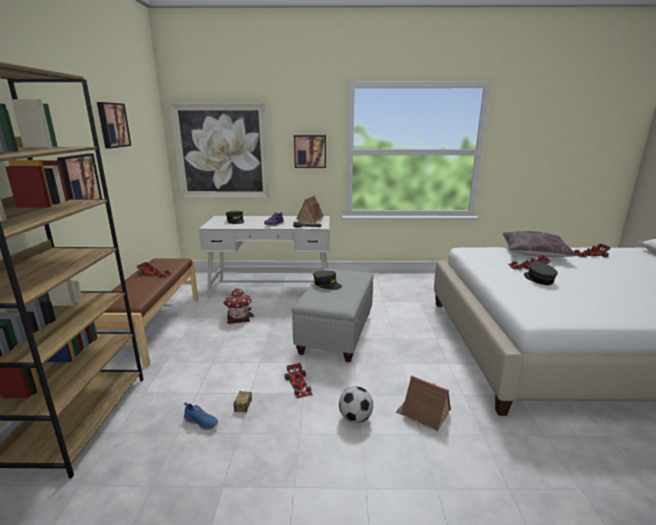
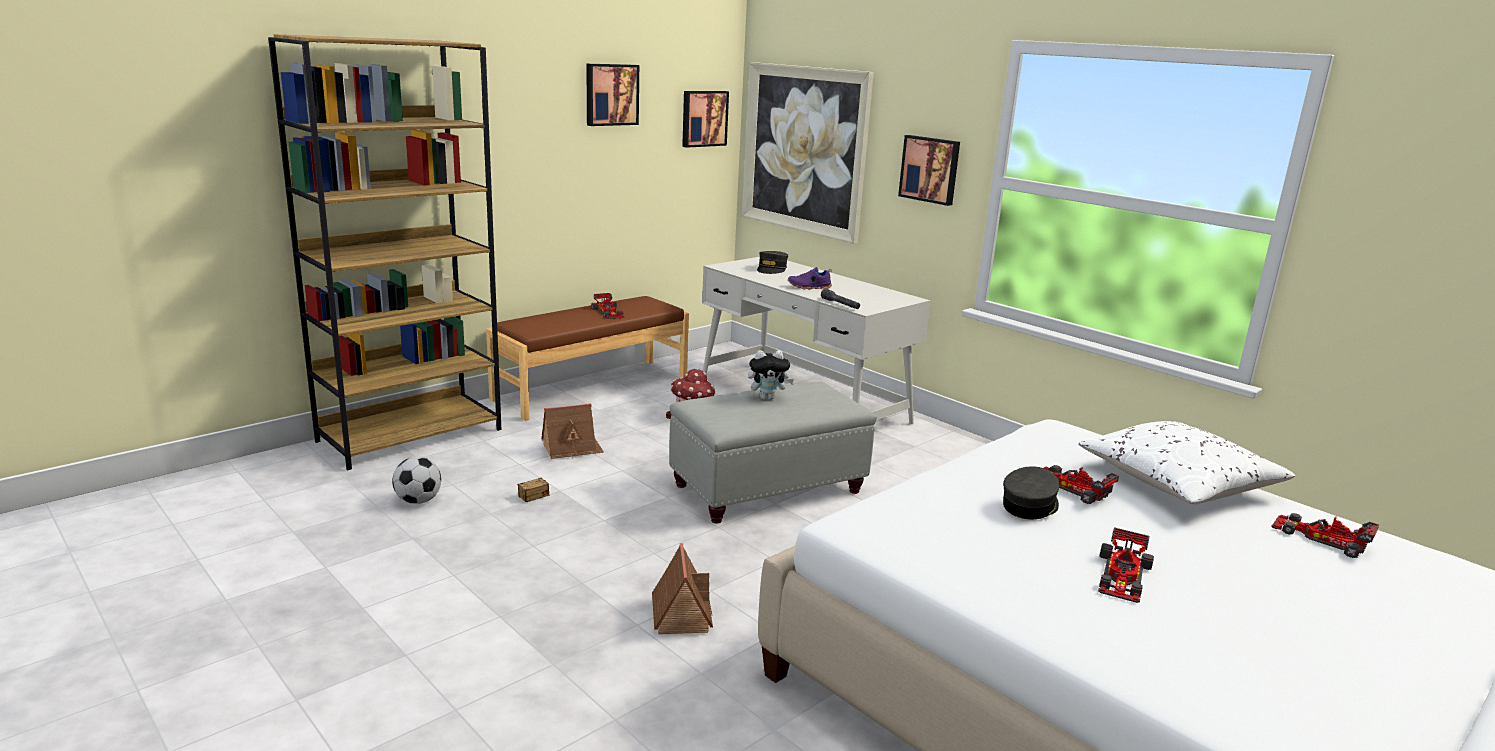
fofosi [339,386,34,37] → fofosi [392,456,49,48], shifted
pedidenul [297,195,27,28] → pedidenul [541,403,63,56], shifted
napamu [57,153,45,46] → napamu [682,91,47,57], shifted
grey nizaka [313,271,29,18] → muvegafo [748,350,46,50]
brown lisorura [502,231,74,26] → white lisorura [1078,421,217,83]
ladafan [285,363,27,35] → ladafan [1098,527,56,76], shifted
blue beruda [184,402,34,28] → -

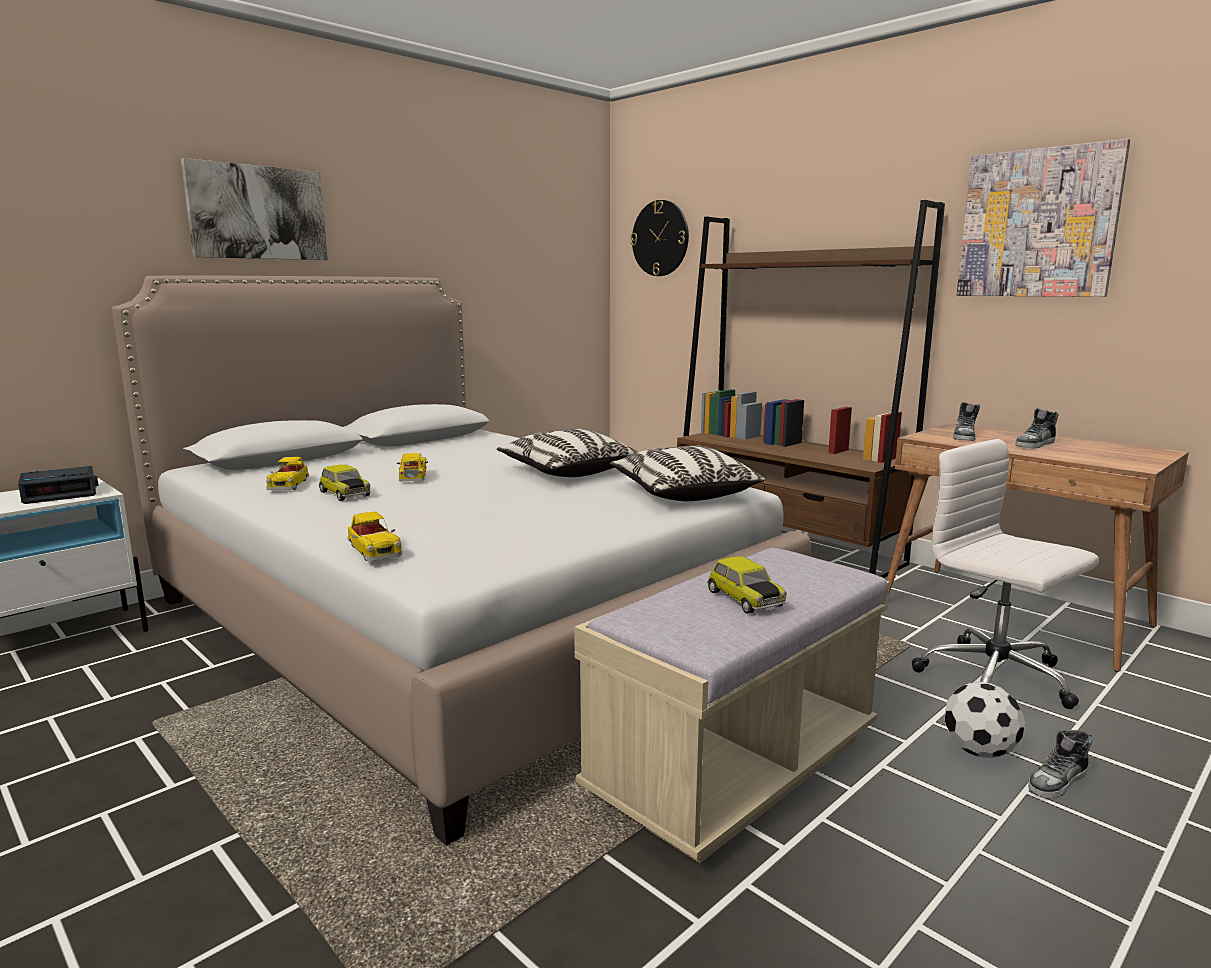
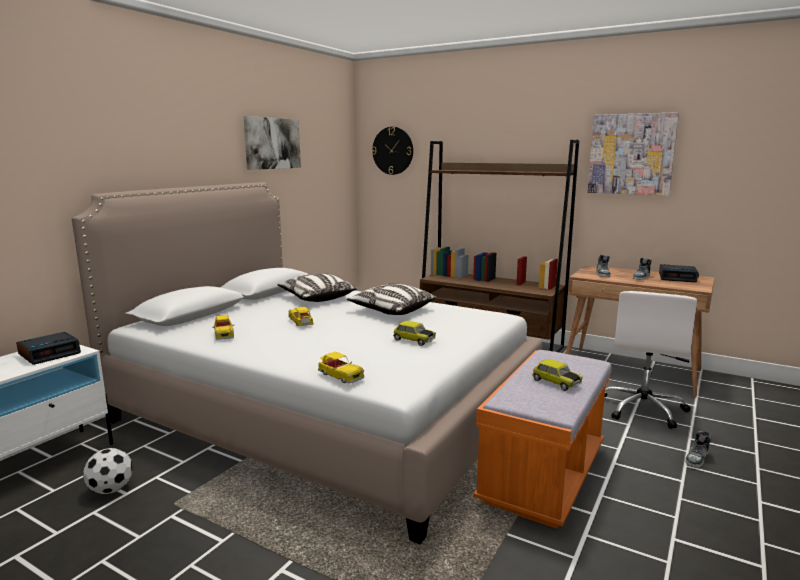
fofosi [944,682,81,76] → fofosi [83,448,50,46], shifted
napamu [181,158,147,102] → napamu [244,116,57,54], shifted
lisorura [610,445,155,56] → lisorura [278,273,80,29], shifted
ladafan [319,464,52,37] → ladafan [393,321,43,25], shifted
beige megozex [574,548,316,315] → orange megozex [473,350,139,179]
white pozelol [912,439,187,270] → white pozelol [605,291,92,138], 105 degrees counterclockwise
- → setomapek [659,264,40,18]

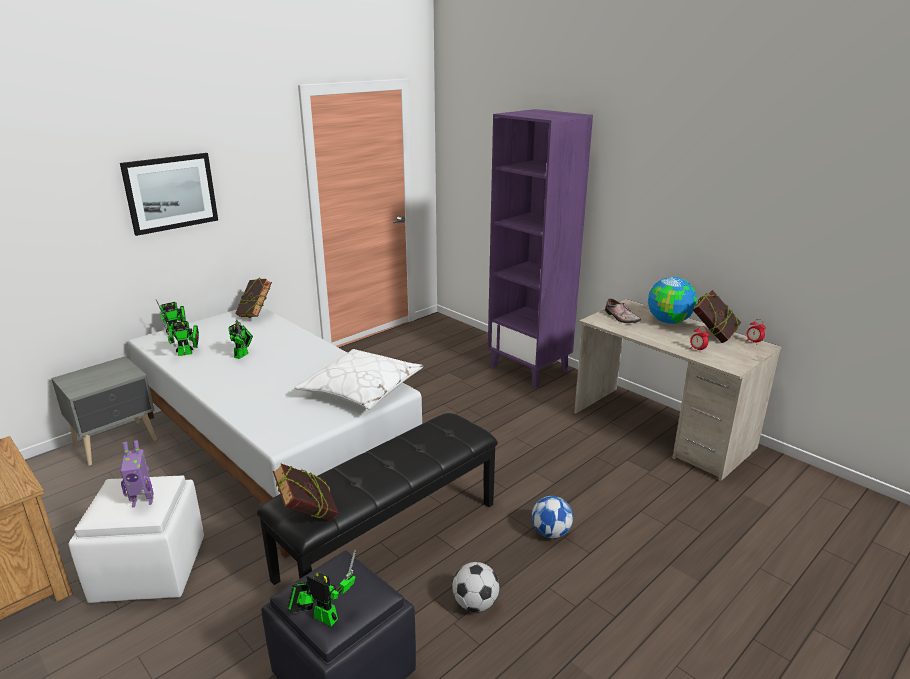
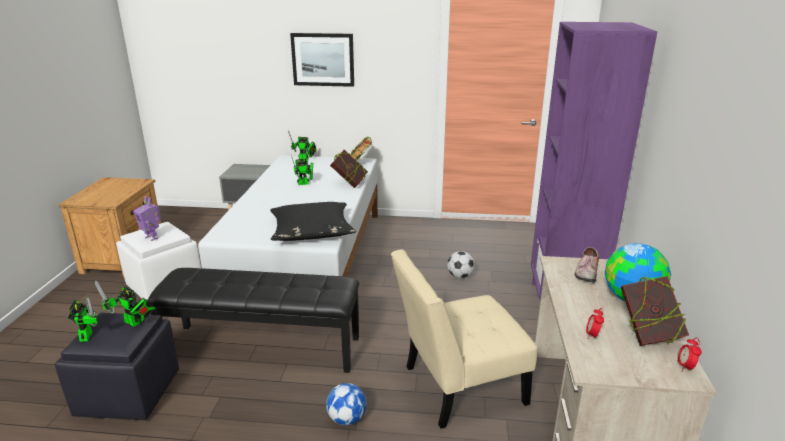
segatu [161,318,38,38] → segatu [95,281,61,46], shifted
white lisorura [294,349,130,60] → black lisorura [270,202,86,39]
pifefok [273,464,65,56] → pifefok [330,150,38,38], shifted
- → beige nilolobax [391,249,146,180]
fofosi [452,562,47,50] → fofosi [447,251,28,28], shifted

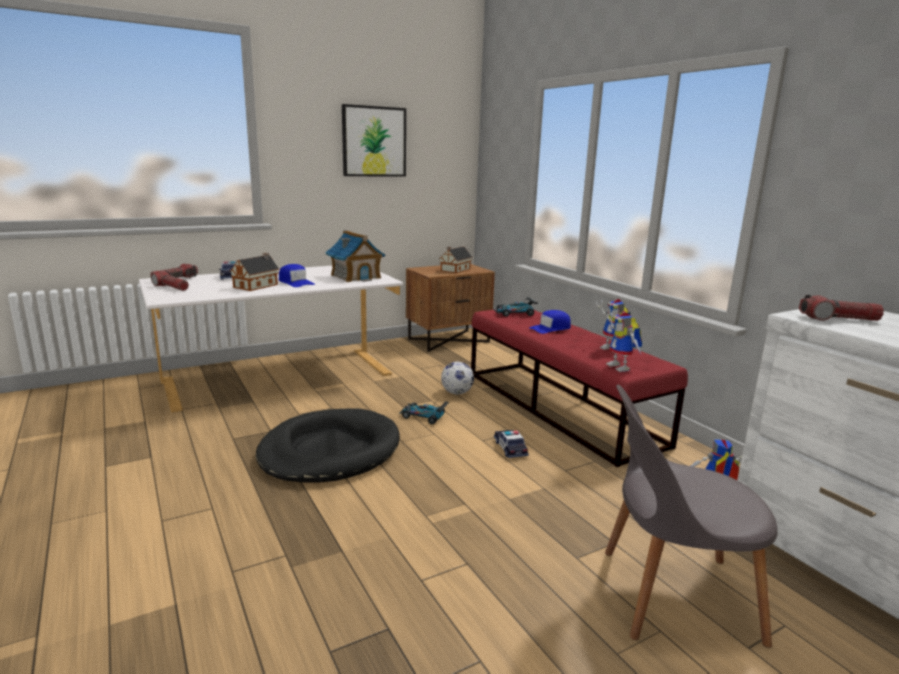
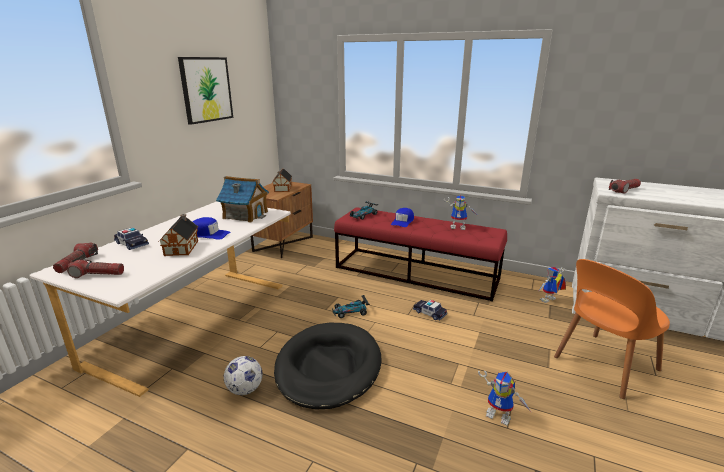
fofosi [441,362,33,33] → fofosi [224,356,39,39], shifted
segatu [606,312,36,60] → segatu [478,371,52,55], shifted
grey nilolobax [605,384,173,264] → orange nilolobax [554,259,116,140]

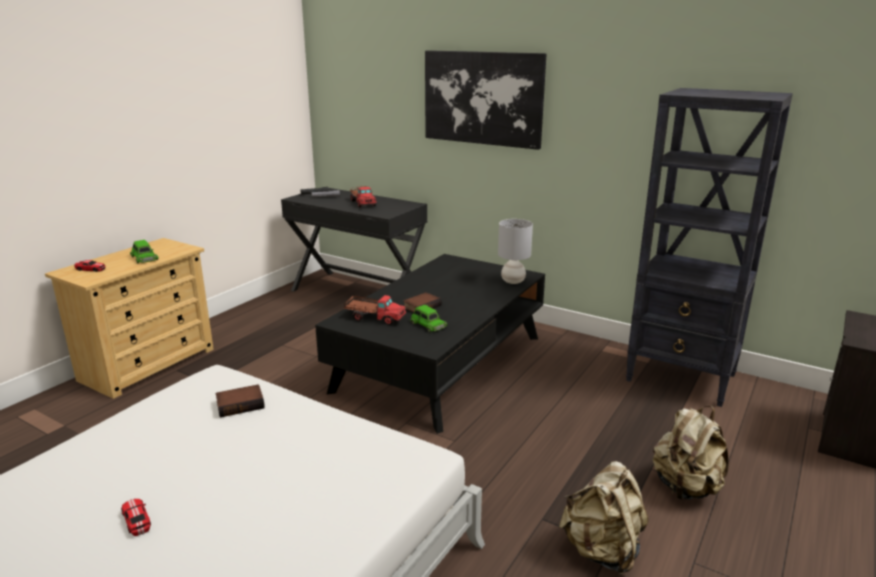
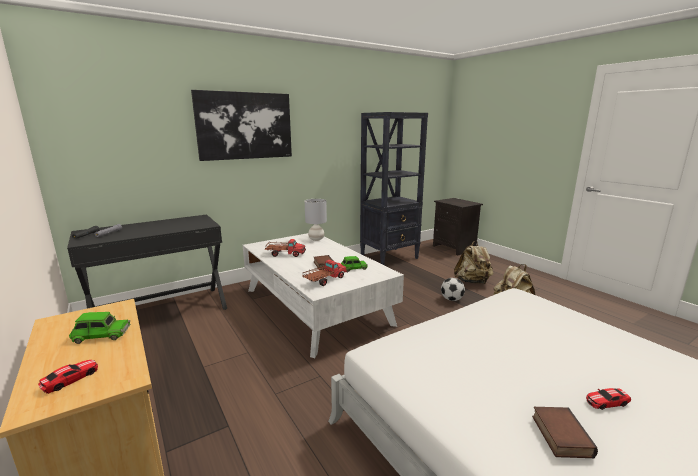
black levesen [315,254,230,180] → white levesen [243,233,161,125]
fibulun [350,186,27,21] → fibulun [265,239,41,18], shifted
- → fofosi [441,278,24,23]
pifefok [216,384,49,34] → pifefok [532,407,66,51], shifted

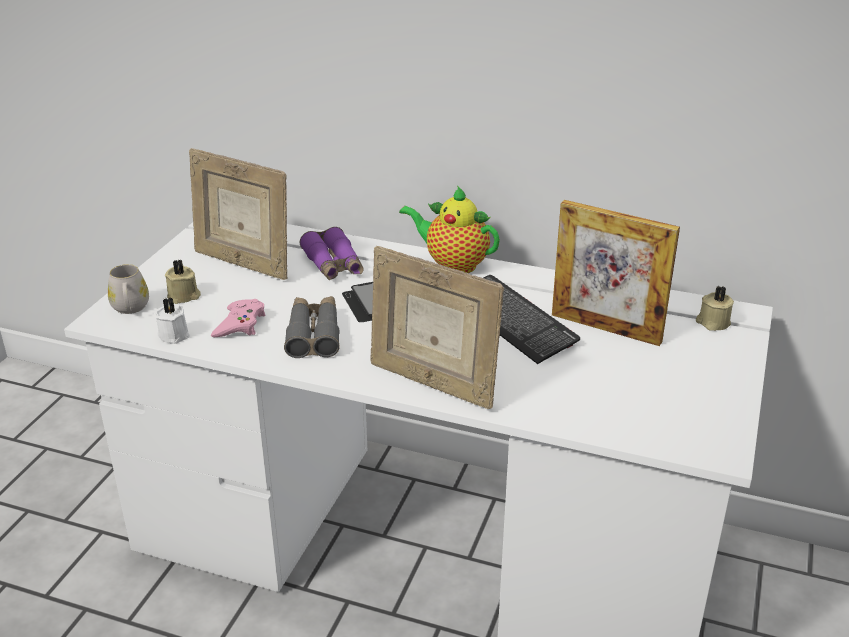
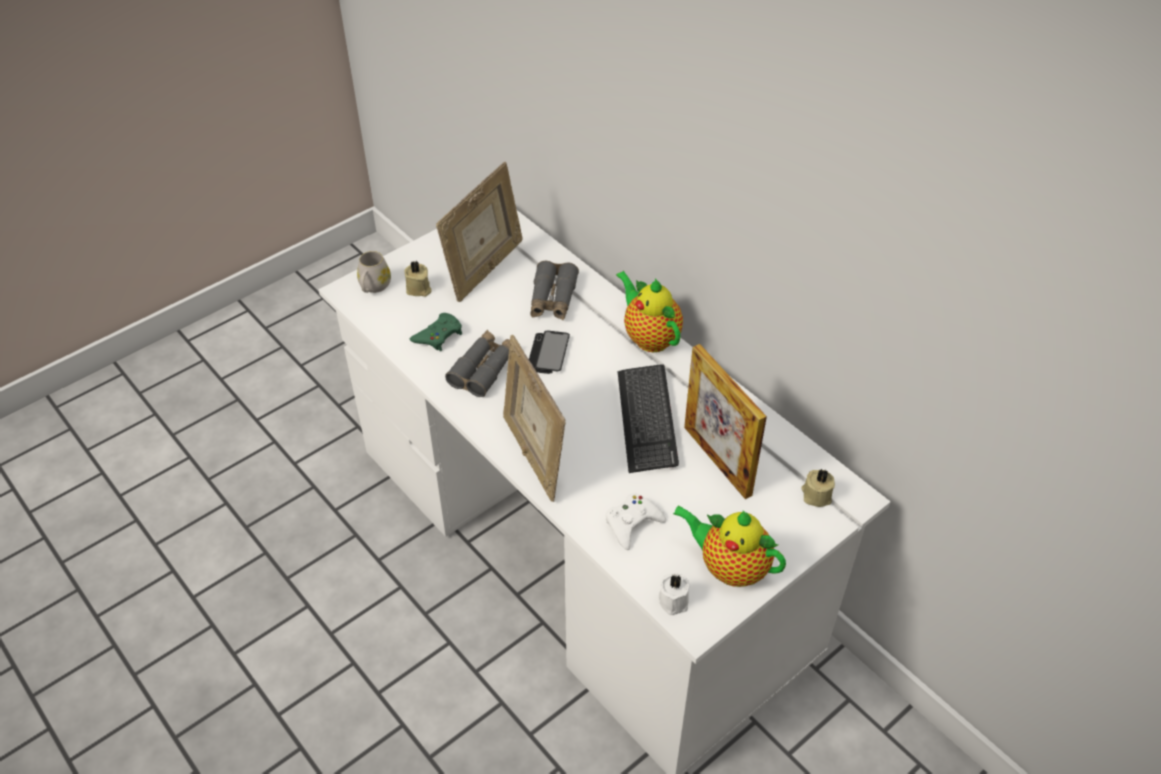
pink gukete [211,299,54,38] → green gukete [410,313,52,38]
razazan [189,148,98,132] → razazan [436,162,87,140], 120 degrees counterclockwise
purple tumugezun [300,227,64,53] → grey tumugezun [530,261,49,59]
- → white gukete [605,493,61,57]
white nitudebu [154,298,36,46] → white nitudebu [659,573,30,42], shifted
- → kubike [673,505,113,82]

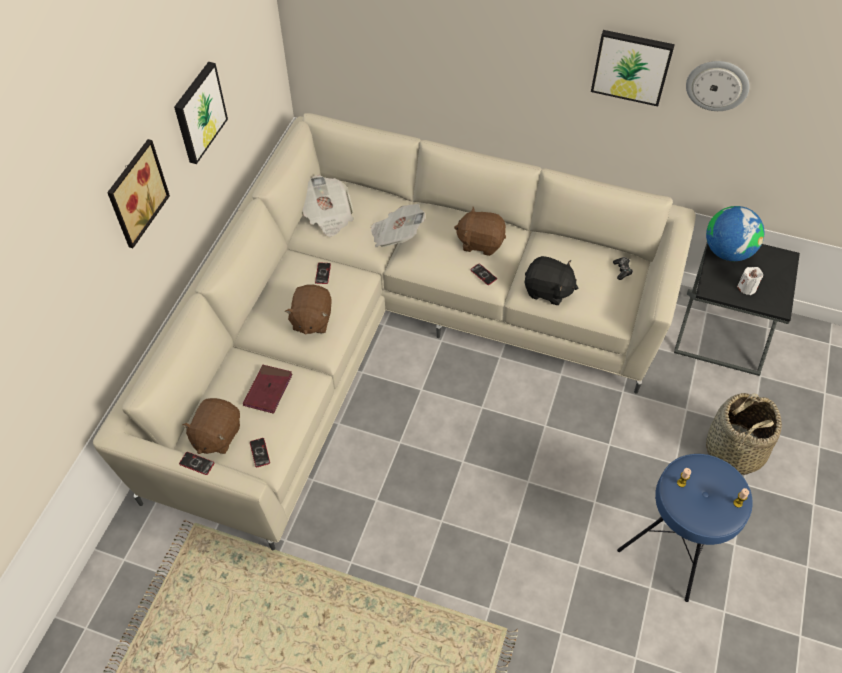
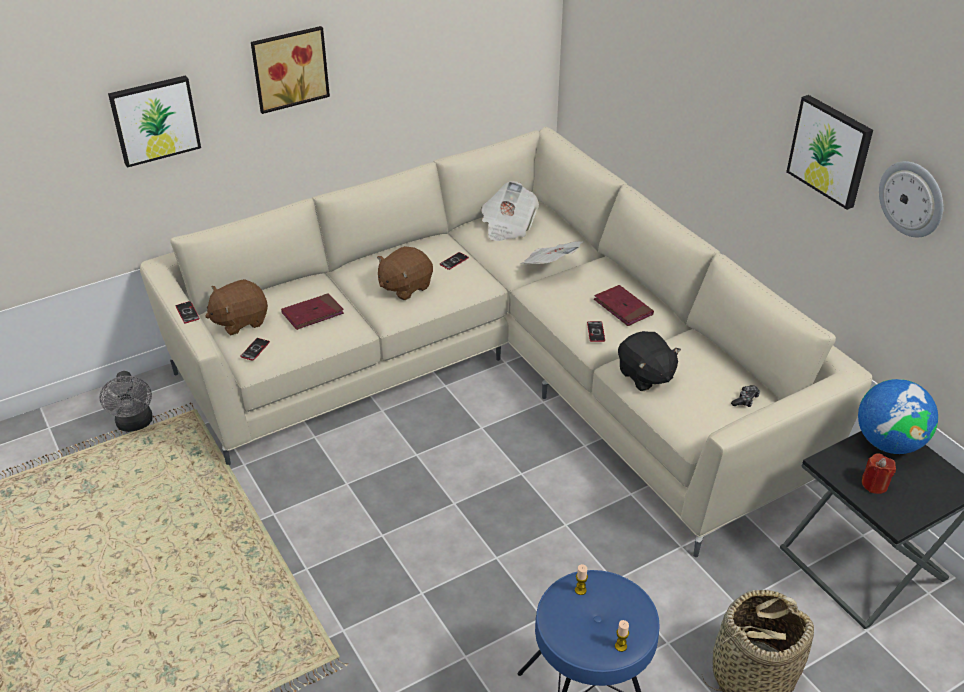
- → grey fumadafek [99,371,54,61]
napamu [174,62,54,102] → napamu [108,75,93,93], shifted
brown muvegafo [454,207,52,49] → red pifefok [594,285,60,41]
white nitudebu [737,267,26,28] → red nitudebu [862,453,34,41]

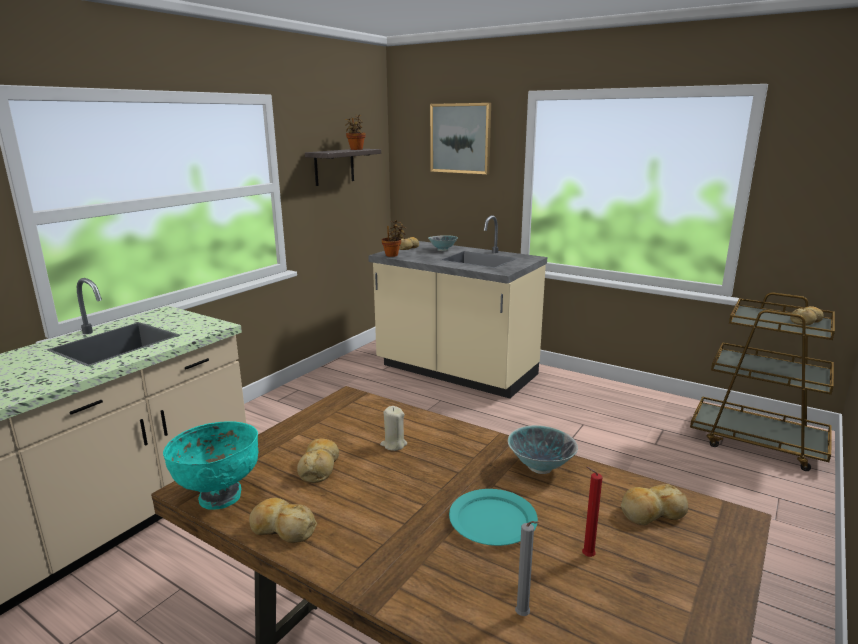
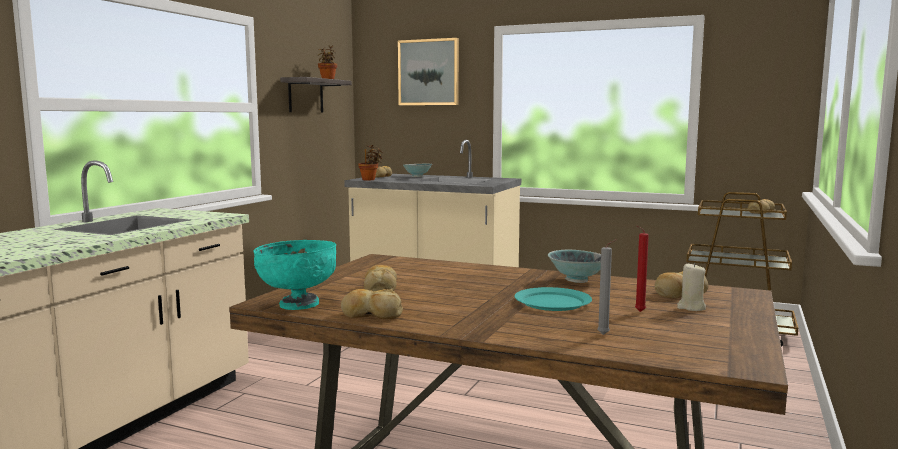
beige nitudebu [380,406,27,45] → beige nitudebu [677,263,29,48], shifted

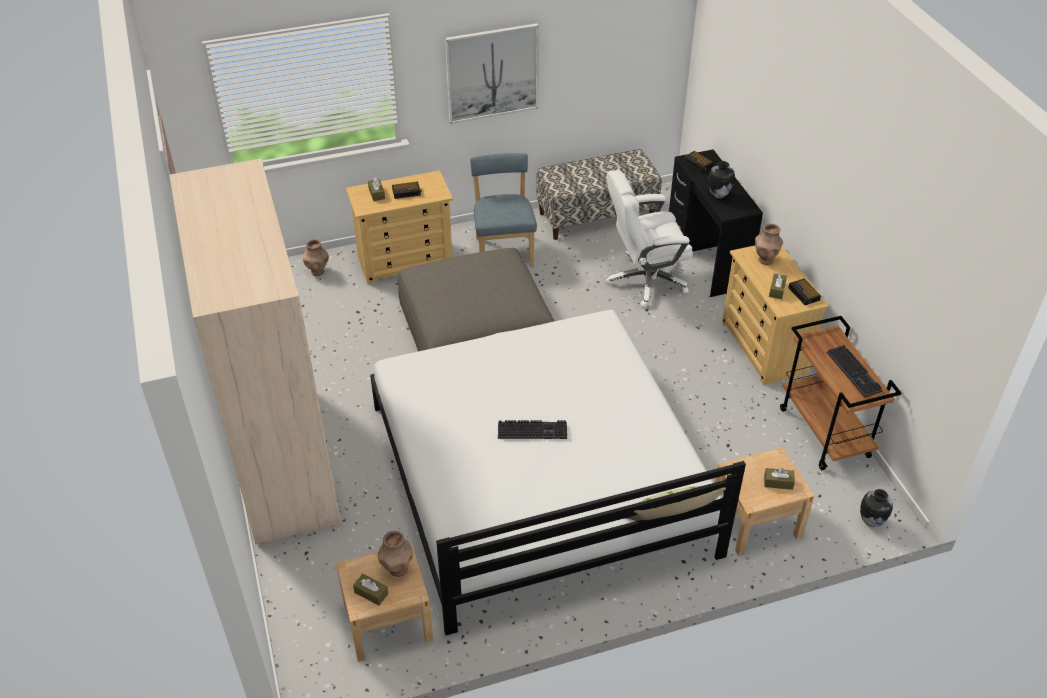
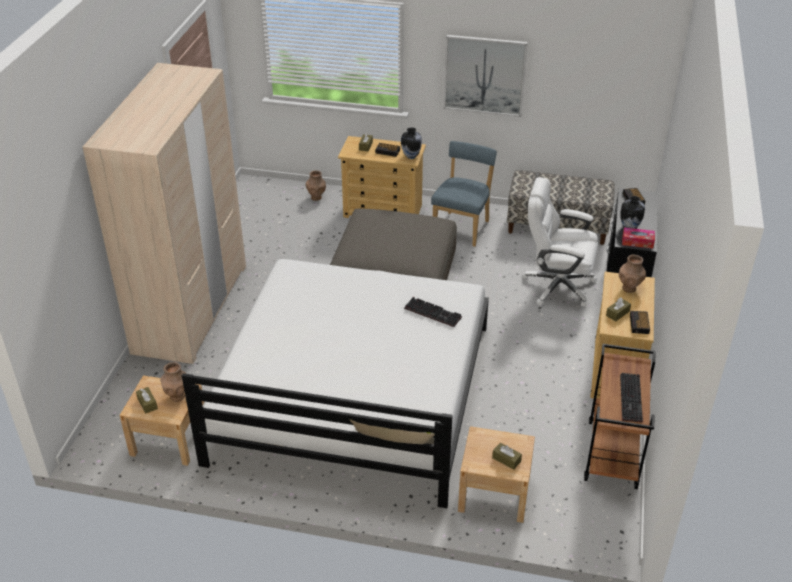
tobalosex [860,489,33,38] → tobalosex [401,127,21,32], shifted
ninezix [498,420,69,19] → ninezix [404,297,58,30], shifted
- → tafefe [622,228,33,21]

